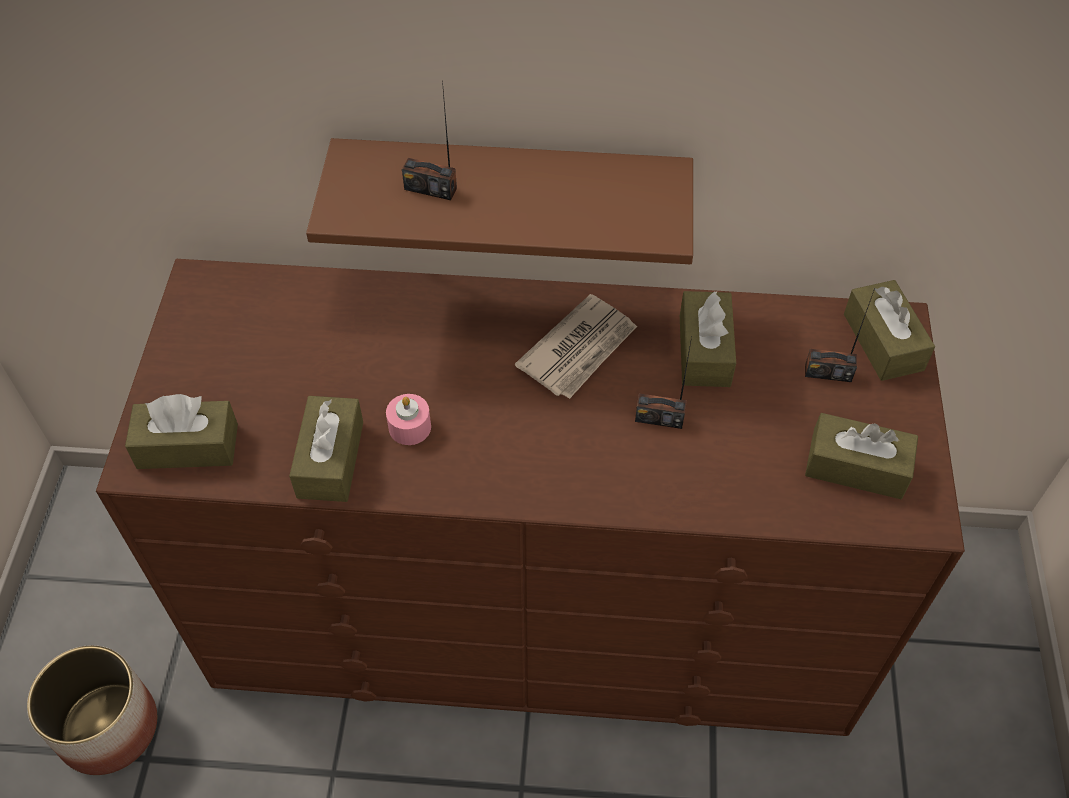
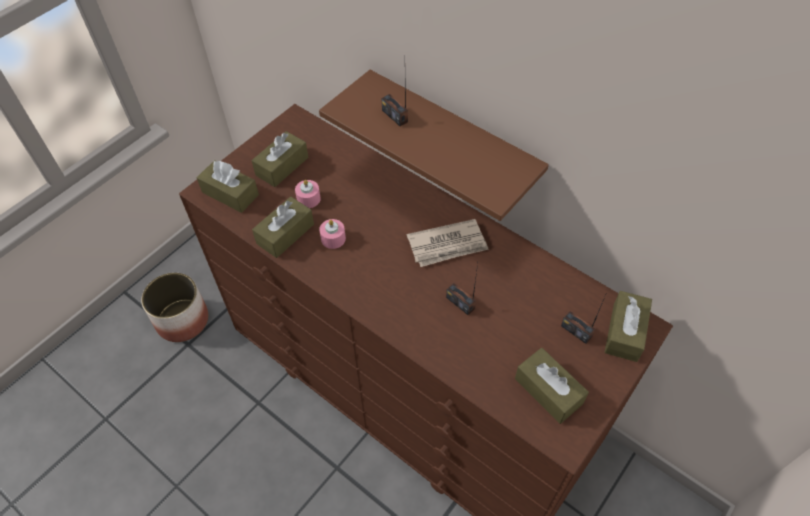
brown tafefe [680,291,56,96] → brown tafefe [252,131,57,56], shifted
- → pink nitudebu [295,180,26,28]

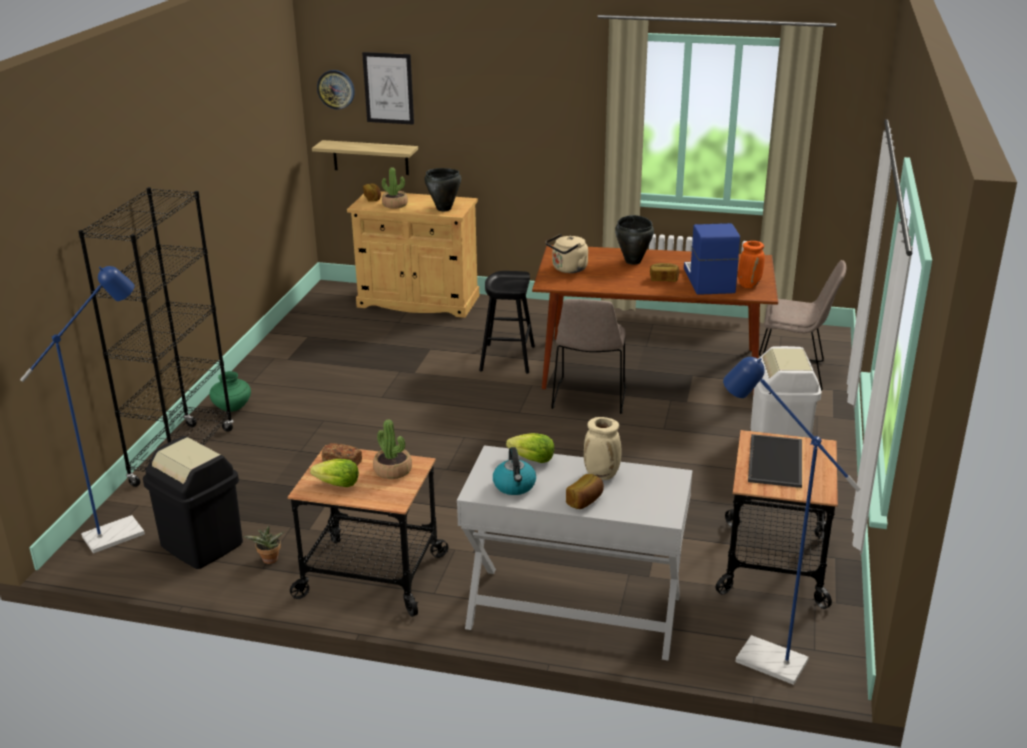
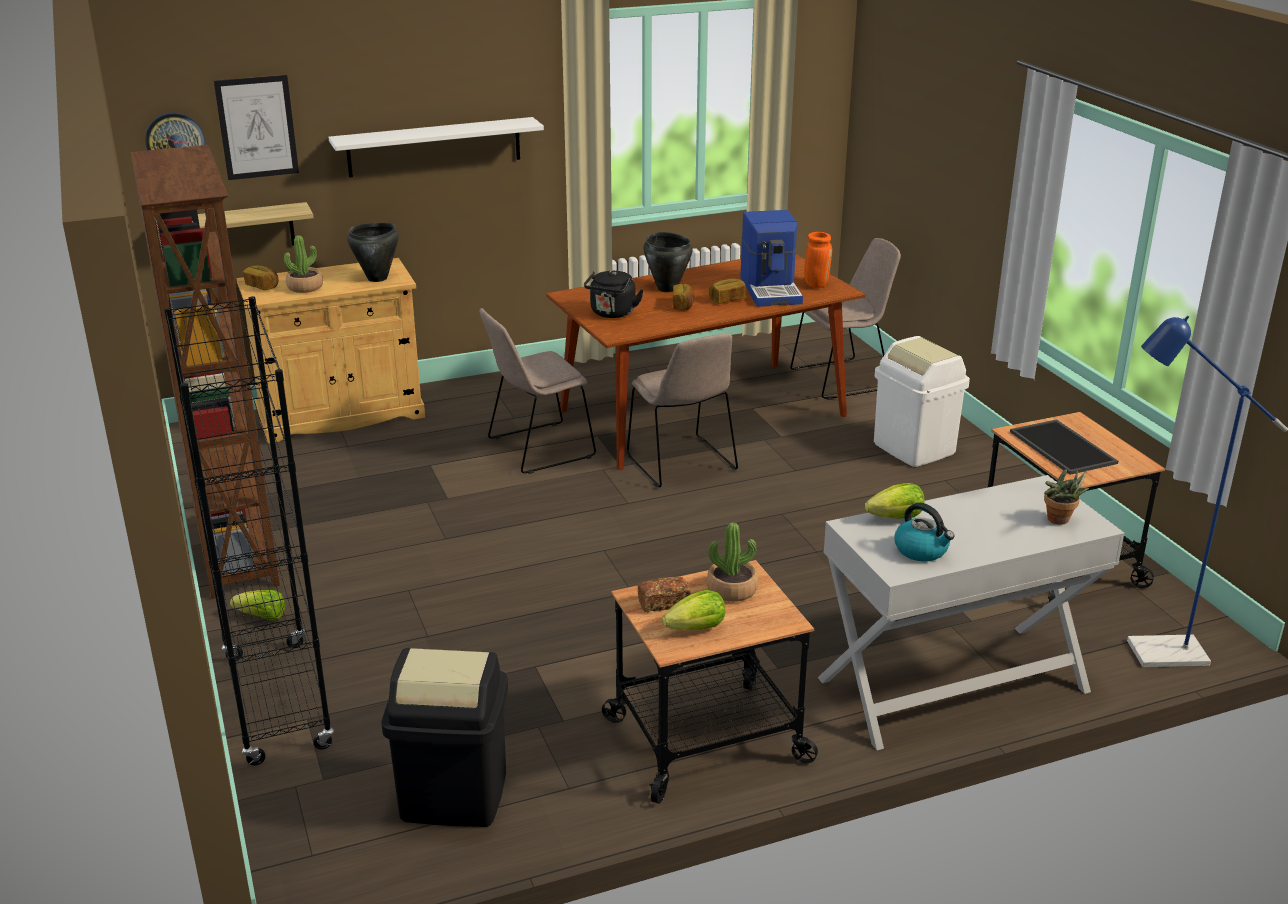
- → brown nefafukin [131,145,149,454]
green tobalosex [209,371,42,41] → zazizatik [230,590,55,30]
- → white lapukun [328,117,216,61]
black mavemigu [479,271,56,103] → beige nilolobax [480,308,116,166]
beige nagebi [546,234,42,39] → black nagebi [584,270,60,48]
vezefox [566,474,38,35] → vezefox [673,284,21,27], shifted
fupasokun [684,223,56,72] → fupasokun [740,210,63,97], 150 degrees counterclockwise
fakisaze [243,526,41,38] → fakisaze [1044,469,45,56], shifted
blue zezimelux [20,266,125,287] → -
beige tobalosex [584,417,37,63] → -

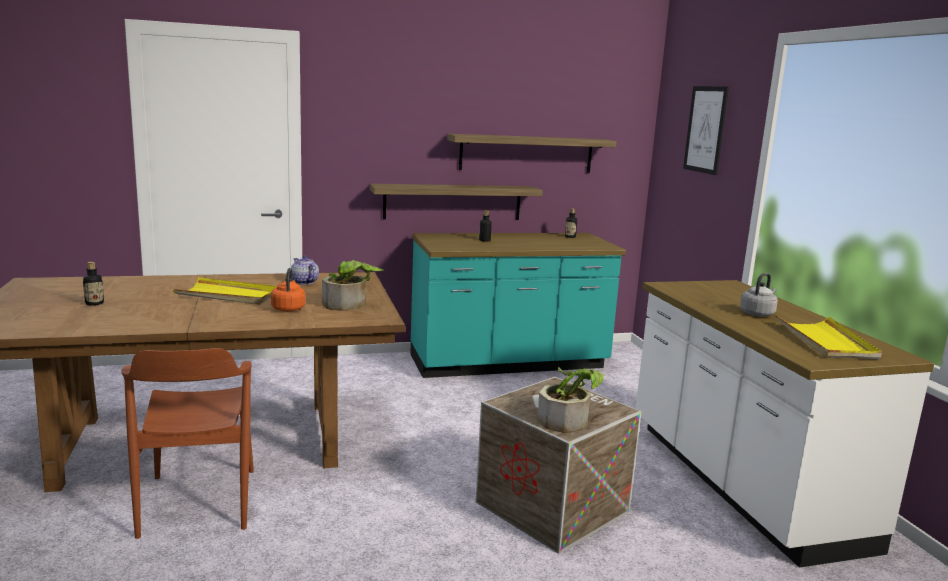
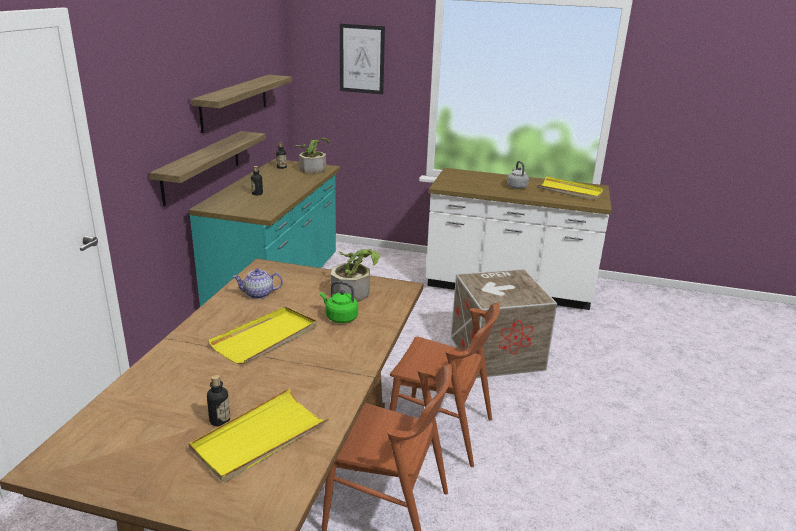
- → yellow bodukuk [189,388,141,95]
fakisaze [538,367,66,66] → fakisaze [295,138,36,36], shifted
orange nagebi [271,268,34,44] → green nagebi [320,281,38,42]
- → brown nilolobax [389,303,111,164]

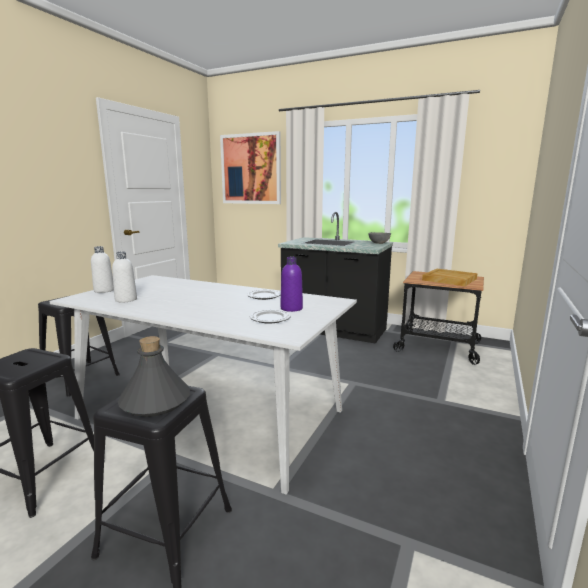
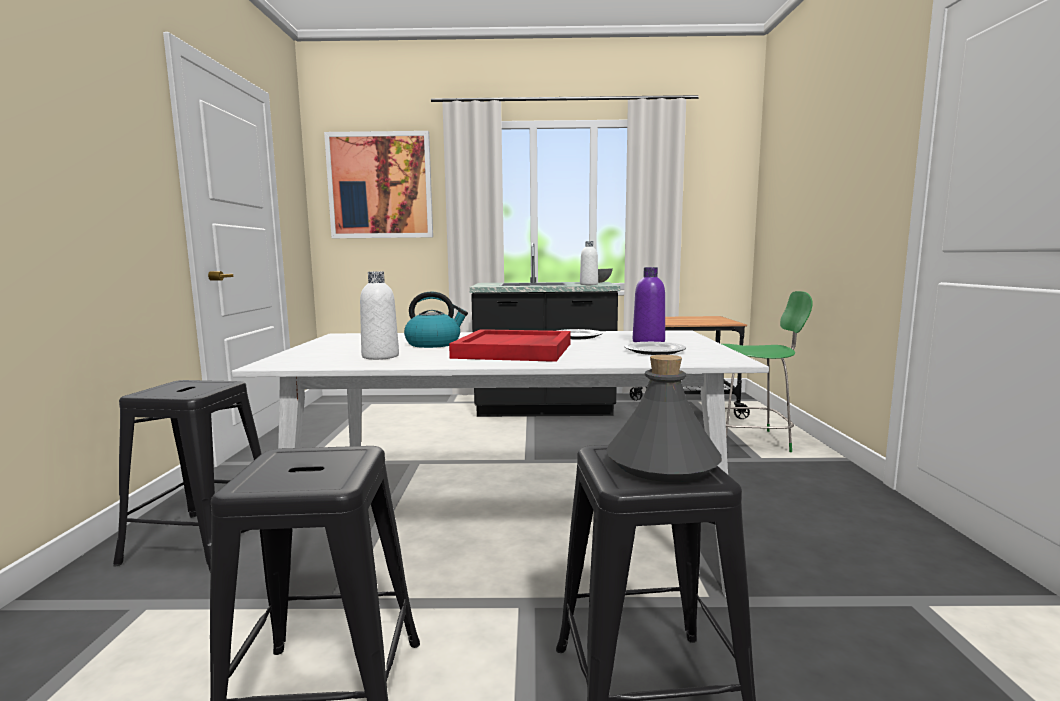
- → nagebi [404,292,64,56]
- → red bodukuk [449,329,122,33]
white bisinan [91,246,23,47] → white bisinan [580,241,18,44], shifted
- → green nilolobax [722,291,90,161]
beige bodukuk [422,269,56,17] → -

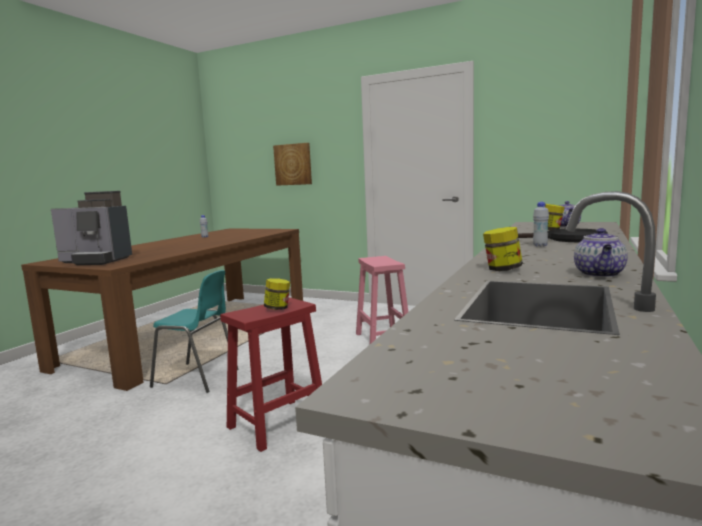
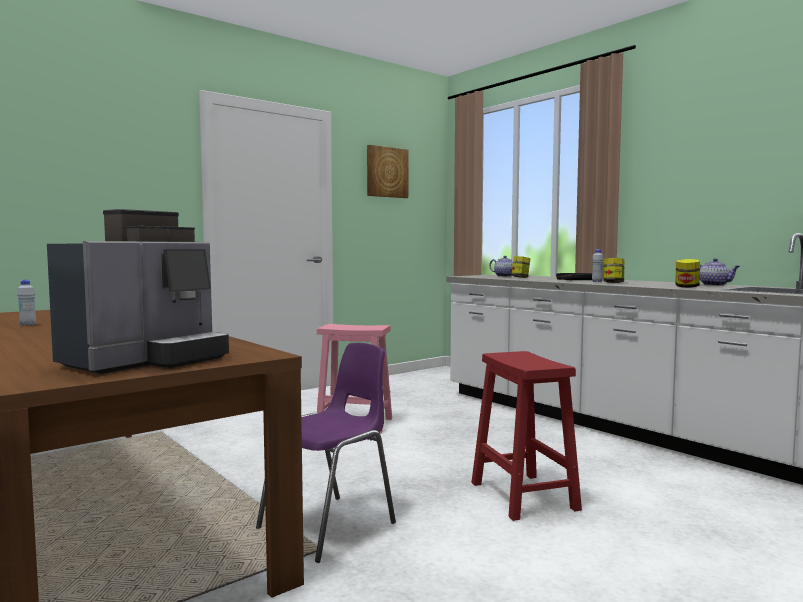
turquoise nilolobax [150,270,89,123] → purple nilolobax [256,343,140,220]
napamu [273,143,39,43] → napamu [367,145,42,53], shifted
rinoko [264,278,26,32] → rinoko [603,258,22,25], shifted

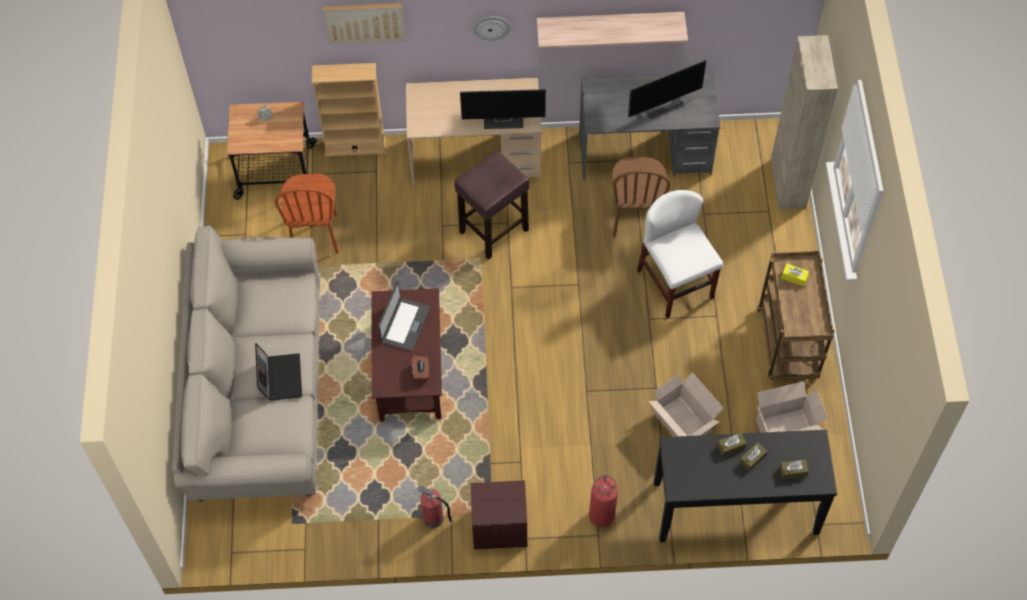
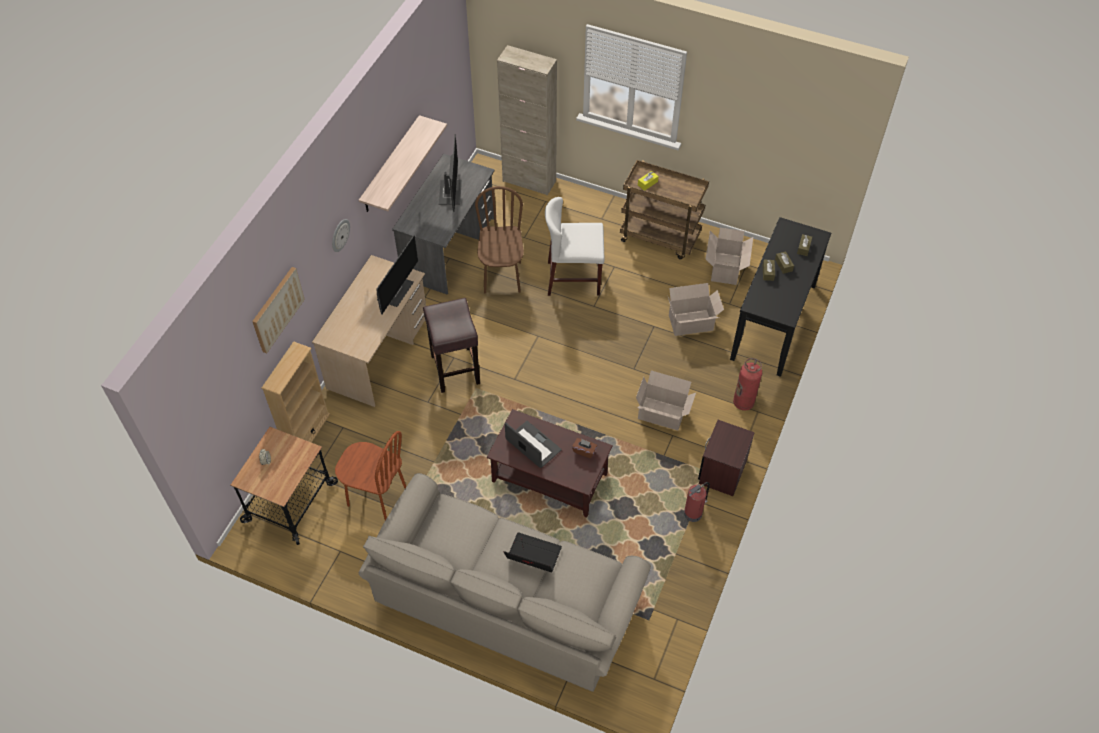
brown nilolobax [612,157,59,80] → brown nilolobax [475,186,49,107], 120 degrees counterclockwise
- → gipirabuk [636,371,60,60]

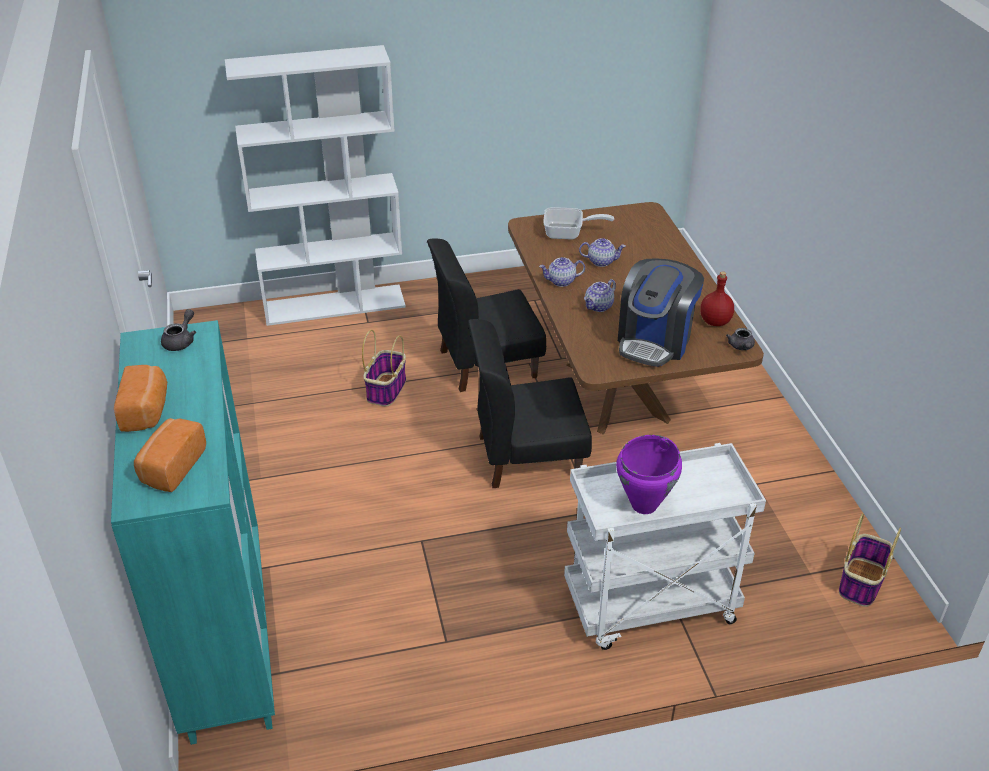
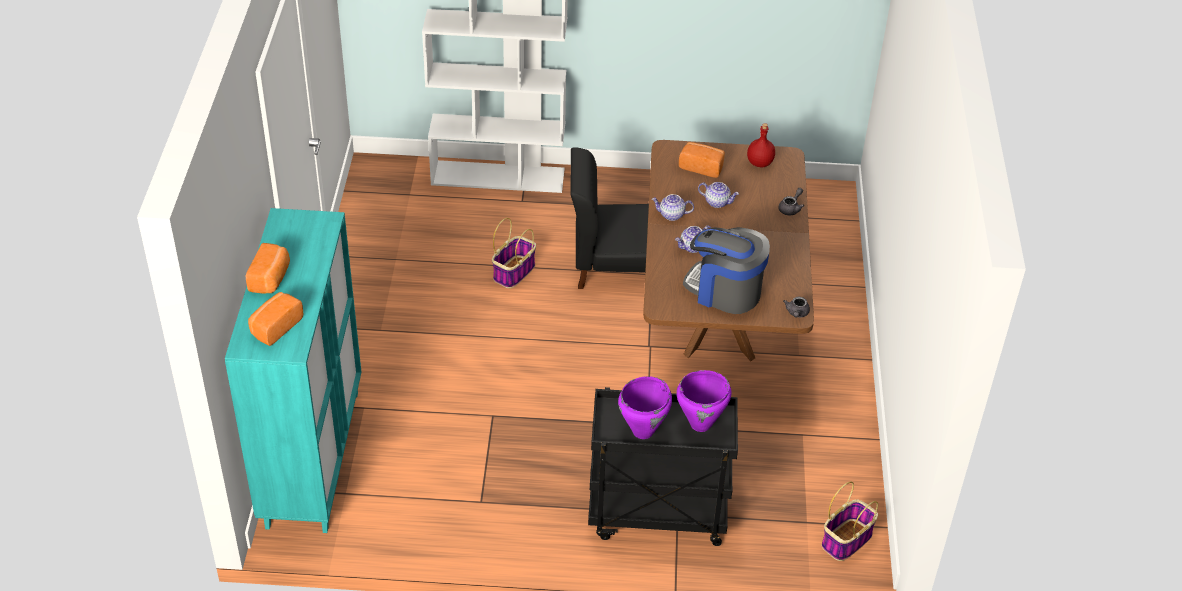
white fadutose [564,443,202,207] → black fadutose [588,387,150,159]
- → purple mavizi [676,370,56,62]
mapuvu [543,207,71,32] → vezefox [679,142,46,36]
fupasokun [618,258,86,109] → fupasokun [683,227,87,87], 75 degrees clockwise
red bisinan [700,271,34,55] → red bisinan [747,123,28,44], shifted
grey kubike [161,309,35,42] → grey kubike [778,188,26,28], shifted
black nilolobax [468,319,124,169] → -

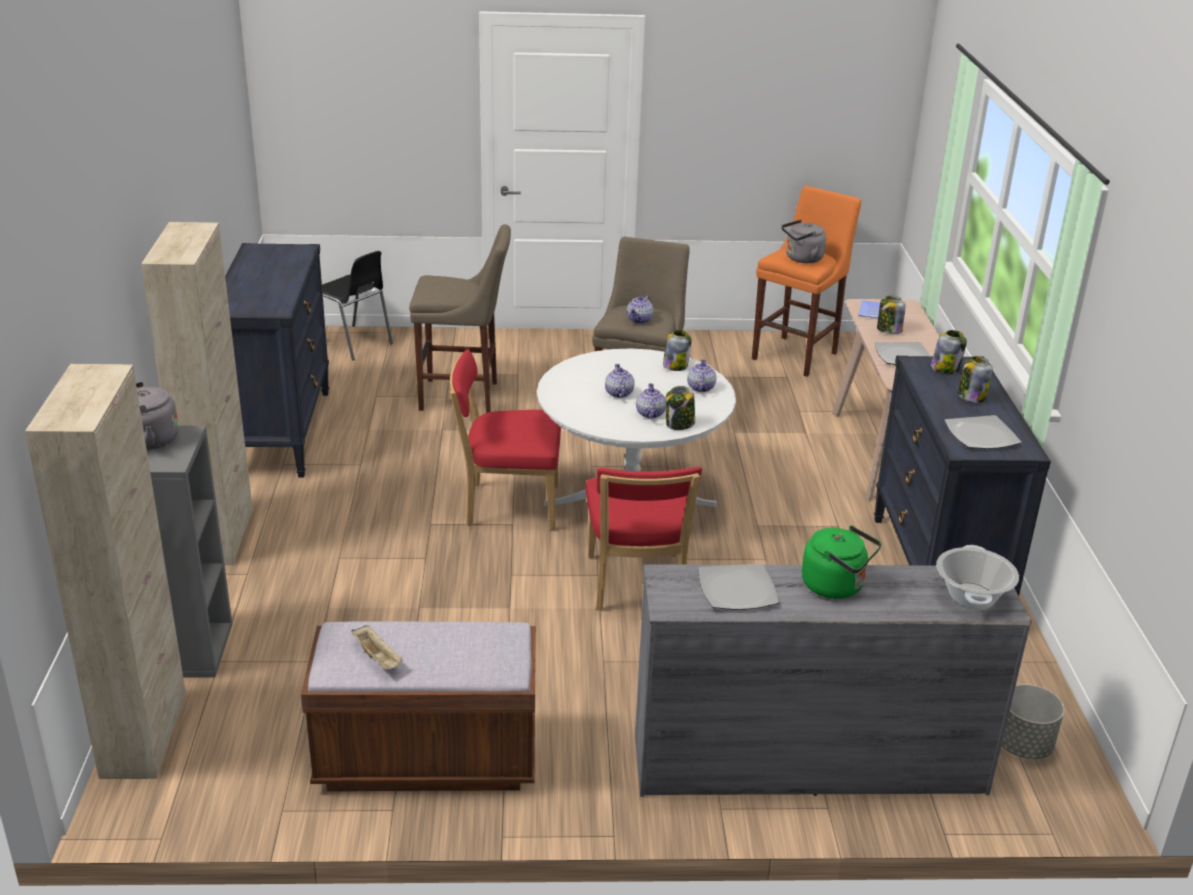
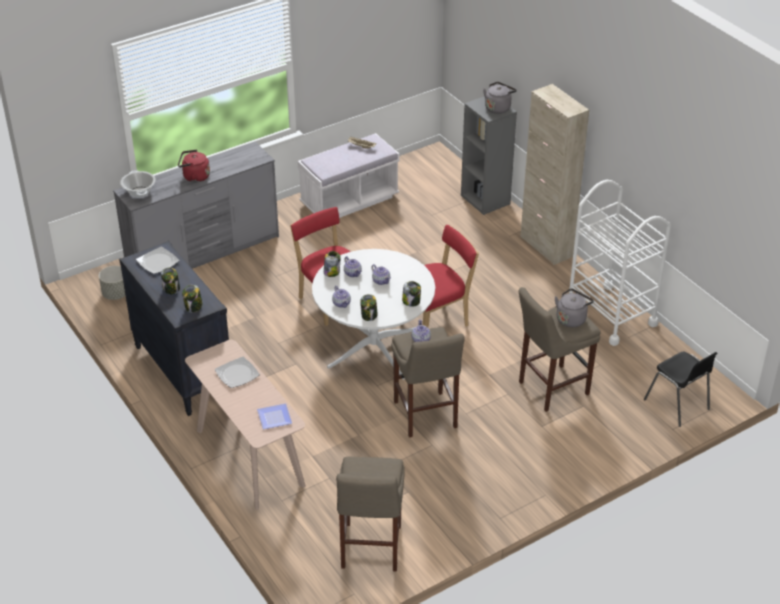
green nagebi [802,525,79,74] → red nagebi [178,150,32,32]
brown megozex [301,621,235,170] → white megozex [298,133,101,85]
orange mavemigu [752,186,109,191] → beige mavemigu [336,457,69,115]
rinoko [877,296,29,38] → rinoko [402,281,19,26], shifted
grey nagebi [782,220,44,43] → grey nagebi [555,288,39,39], shifted
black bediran [225,243,104,235] → white fadutose [569,180,102,166]
black nilolobax [322,251,71,110] → black nilolobax [644,352,74,75], 135 degrees counterclockwise
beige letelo [25,364,161,415] → -
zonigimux [698,564,81,46] → -

